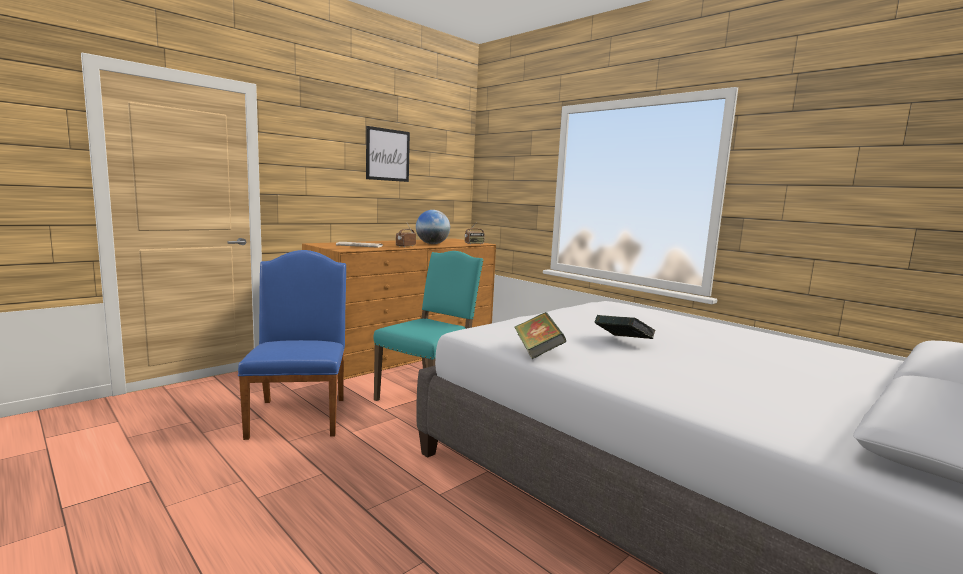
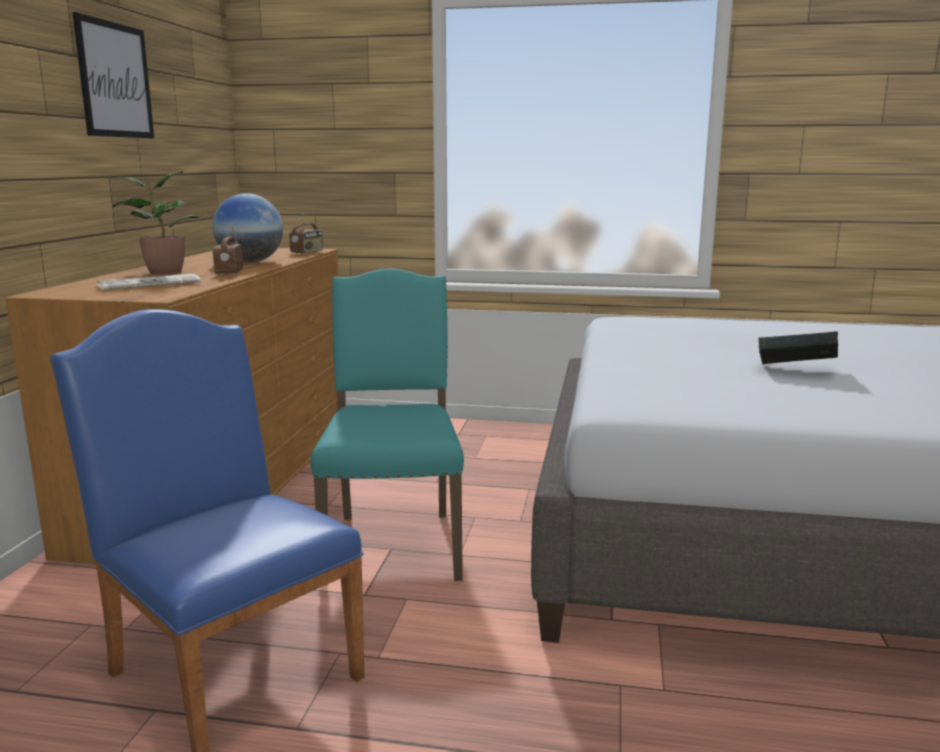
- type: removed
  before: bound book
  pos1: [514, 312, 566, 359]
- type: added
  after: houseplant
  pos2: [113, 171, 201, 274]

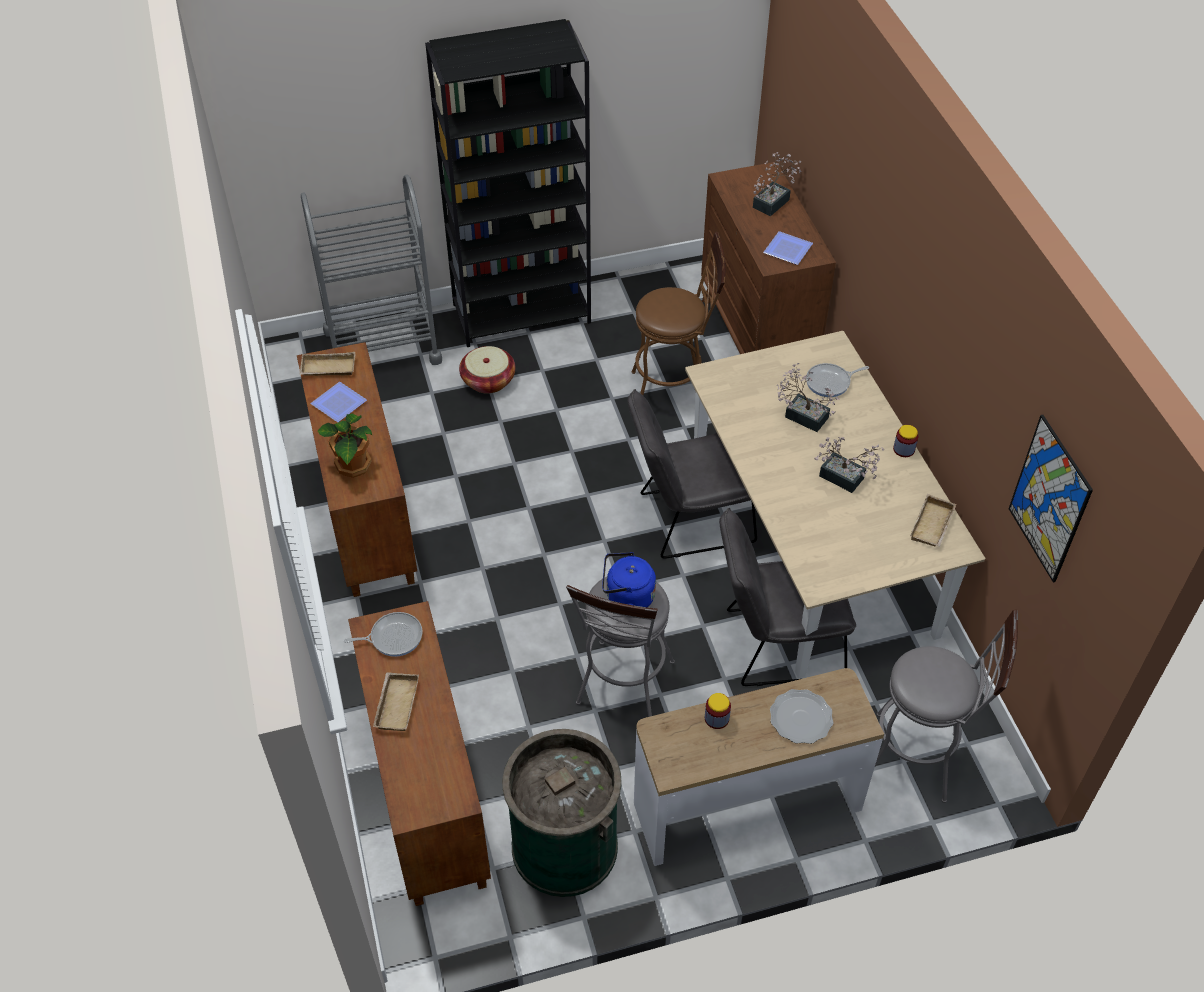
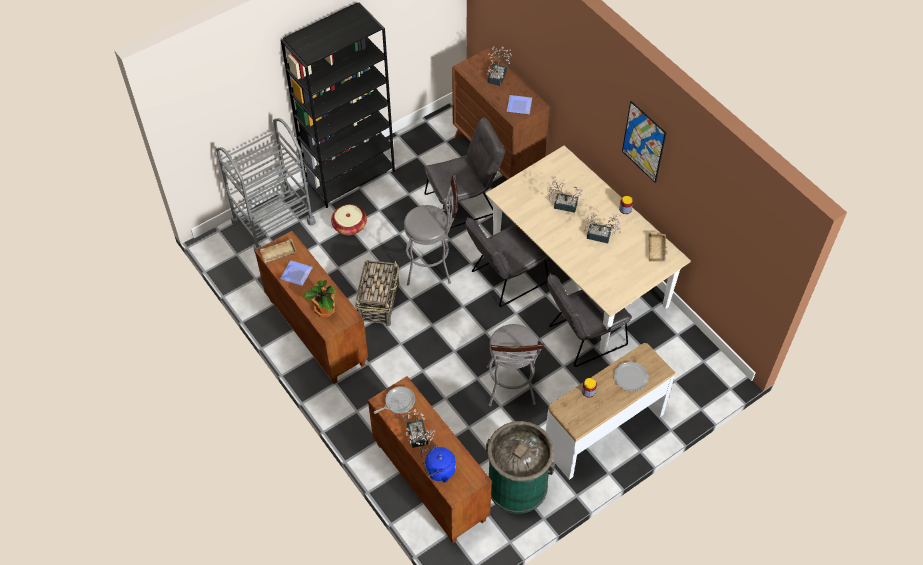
- type: removed
  before: pan
  pos1: [806, 363, 869, 397]
- type: added
  after: storage basket
  pos2: [355, 260, 399, 326]
- type: moved
  before: tea kettle in bluish
  pos1: [602, 552, 656, 607]
  pos2: [421, 446, 456, 483]
- type: moved
  before: sitting stool in greyish
  pos1: [875, 610, 1018, 803]
  pos2: [404, 175, 458, 285]
- type: moved
  before: picture
  pos1: [1009, 415, 1093, 582]
  pos2: [622, 101, 666, 183]
- type: replaced
  before: serving tray in beige-coloured
  after: houseplant
  pos1: [373, 672, 419, 731]
  pos2: [403, 409, 435, 449]
- type: replaced
  before: sitting stool in brown-coloured
  after: plain chair in greyish
  pos1: [632, 232, 725, 395]
  pos2: [424, 117, 505, 228]

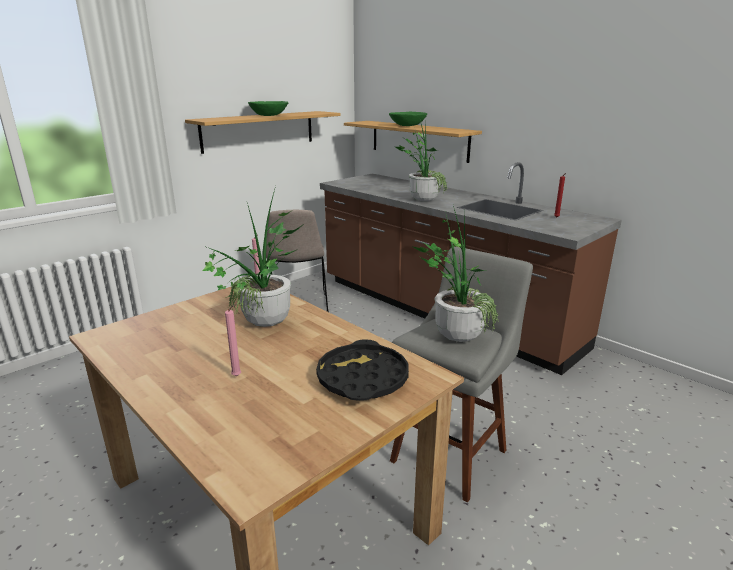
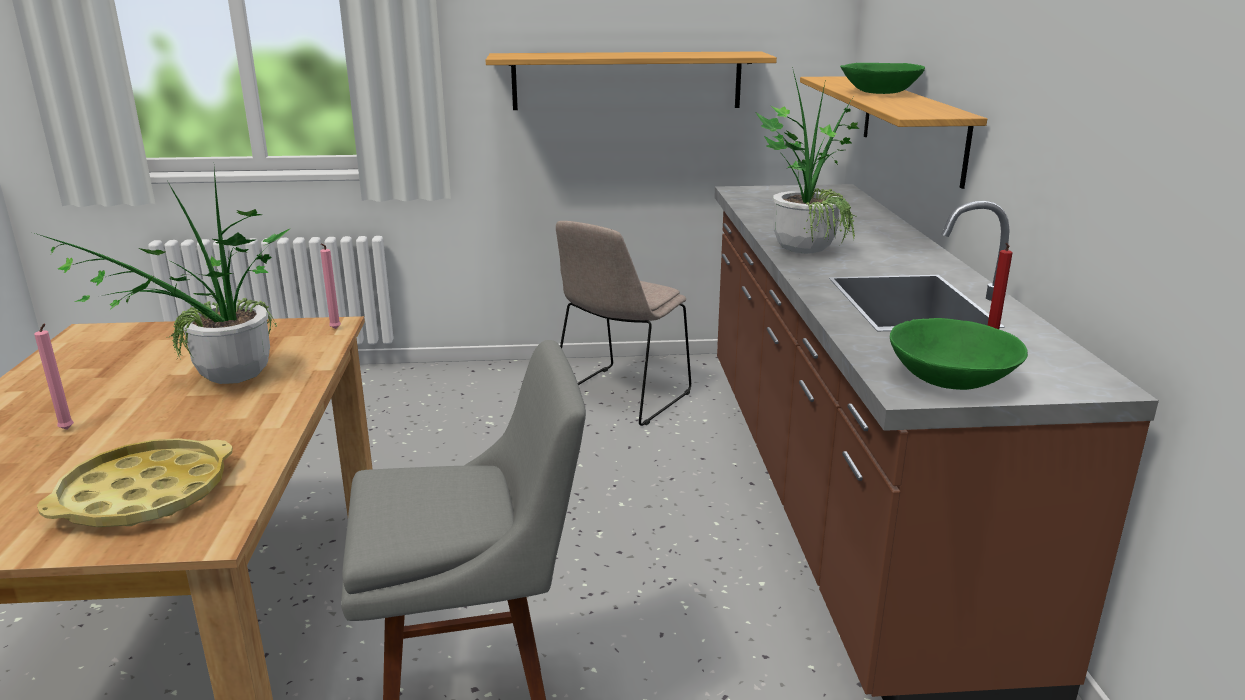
- type: removed
  before: houseplant
  pos1: [411, 206, 499, 342]
- type: moved
  before: deep dish in green
  pos1: [248, 101, 289, 116]
  pos2: [890, 318, 1028, 390]
- type: recoloured
  before: serving tray in black
  after: serving tray in yellow-coloured
  pos1: [316, 340, 409, 401]
  pos2: [37, 438, 233, 527]

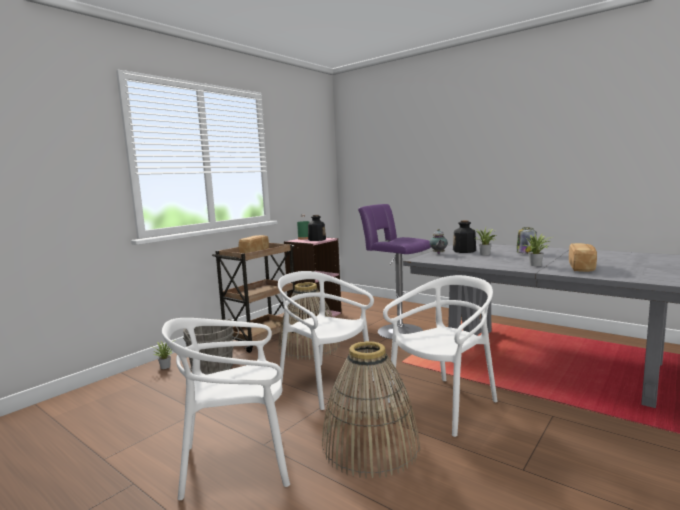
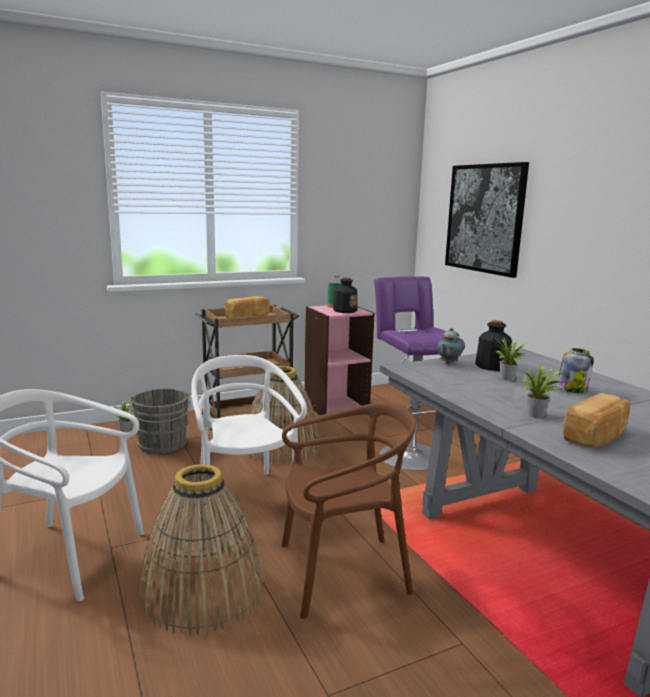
- type: added
  after: picture
  pos2: [445, 162, 529, 278]
- type: recoloured
  before: plain chair in whitish
  after: plain chair in brown-coloured
  pos1: [383, 275, 498, 437]
  pos2: [281, 403, 416, 619]

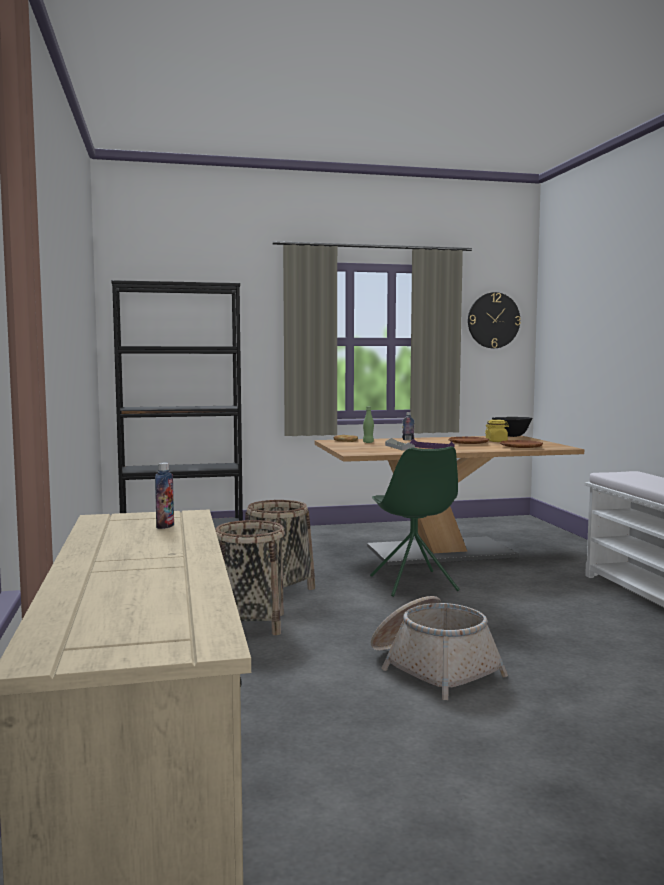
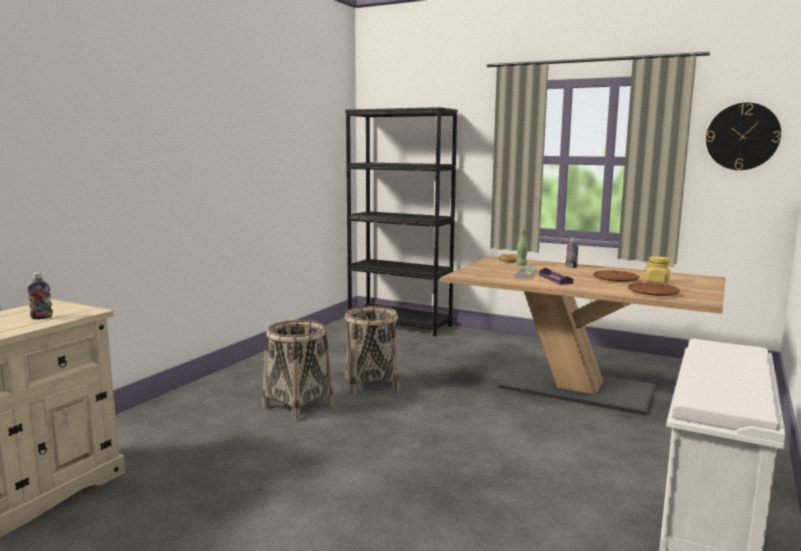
- type: removed
  before: plain chair in green
  pos1: [370, 446, 460, 597]
- type: removed
  before: storage basket
  pos1: [371, 596, 508, 700]
- type: removed
  before: deep dish in black
  pos1: [492, 417, 533, 437]

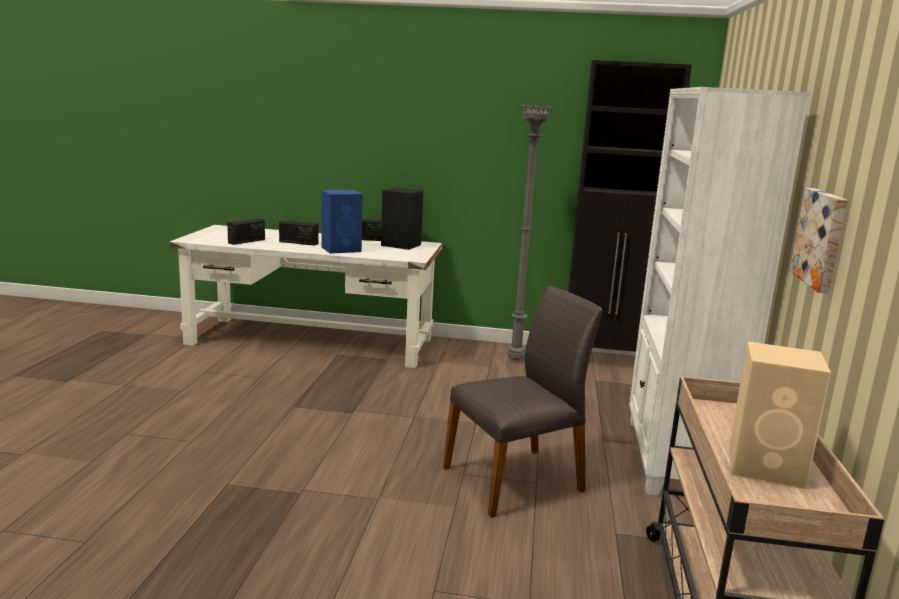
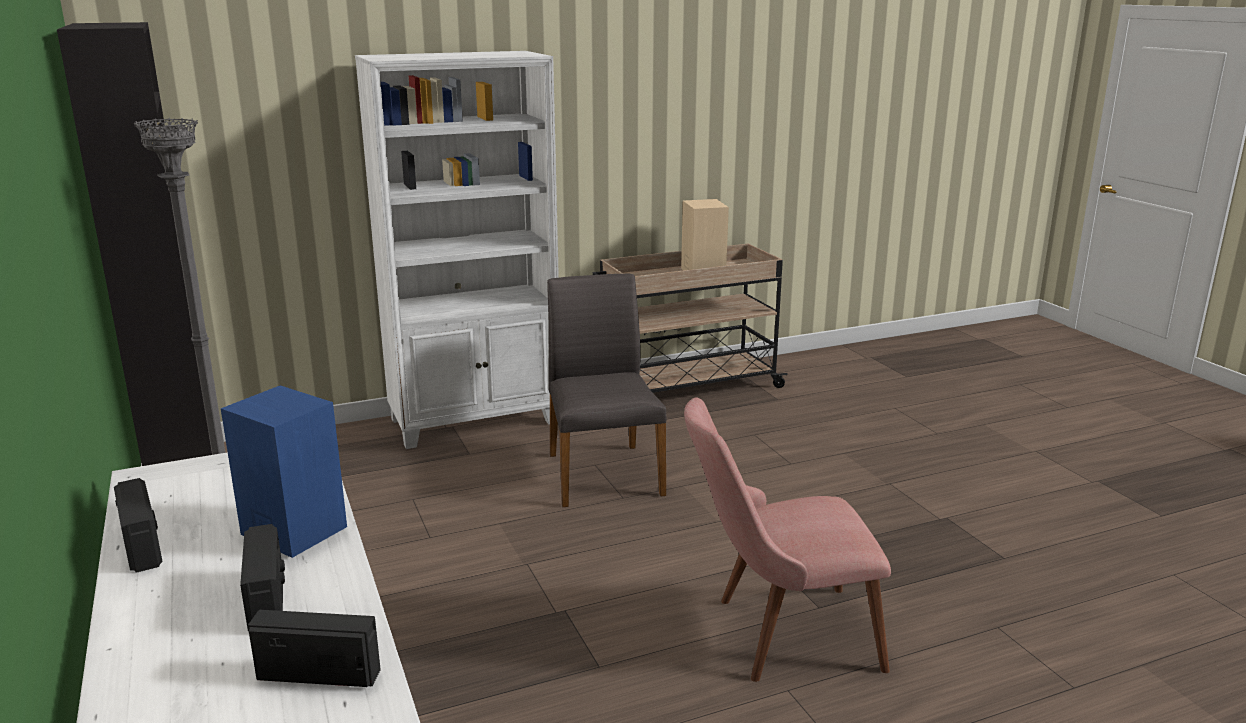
- type: removed
  before: audio speaker in black
  pos1: [381, 187, 423, 250]
- type: removed
  before: picture
  pos1: [789, 188, 848, 293]
- type: added
  after: plain chair in pinkish
  pos2: [684, 397, 891, 682]
- type: turned
  before: plain chair in greyish
  pos1: [443, 286, 602, 518]
  pos2: [547, 273, 666, 507]
  turn: 45

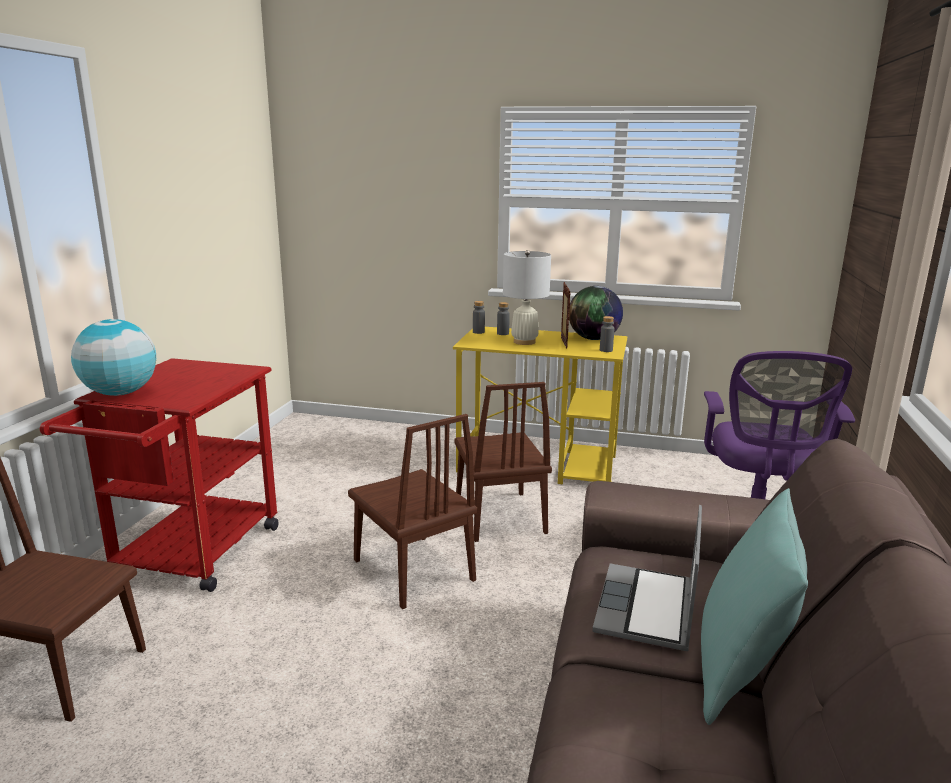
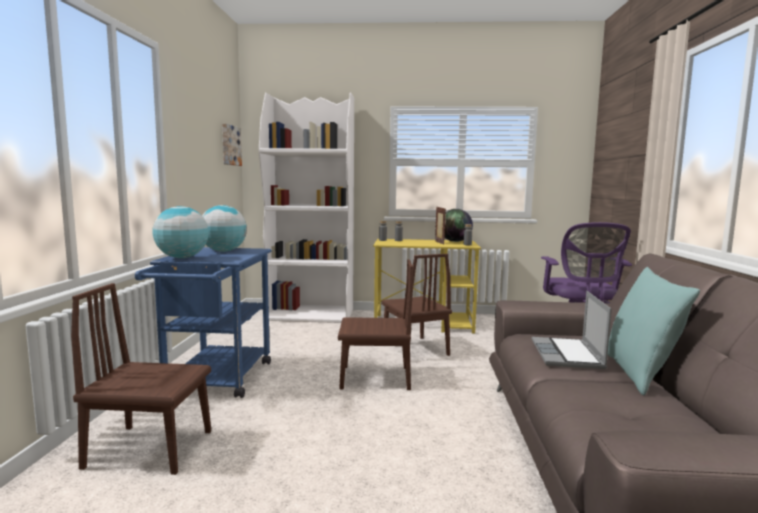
- type: removed
  before: table lamp in whitish
  pos1: [503, 250, 551, 345]
- type: added
  after: desk globe
  pos2: [202, 205, 247, 252]
- type: added
  after: picture
  pos2: [222, 123, 242, 166]
- type: added
  after: bookshelf in whitish
  pos2: [259, 92, 354, 323]
- type: recoloured
  before: trolley in red
  after: trolley in bluish
  pos1: [40, 358, 279, 592]
  pos2: [135, 247, 272, 398]
- type: turned
  before: plain chair in brown-coloured
  pos1: [348, 414, 477, 609]
  pos2: [338, 259, 413, 390]
  turn: -45

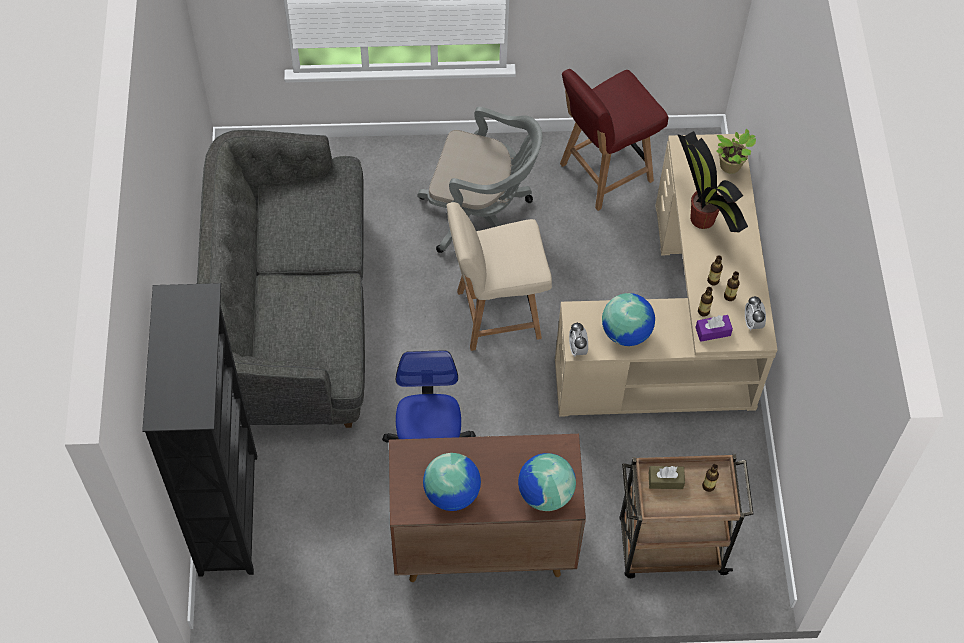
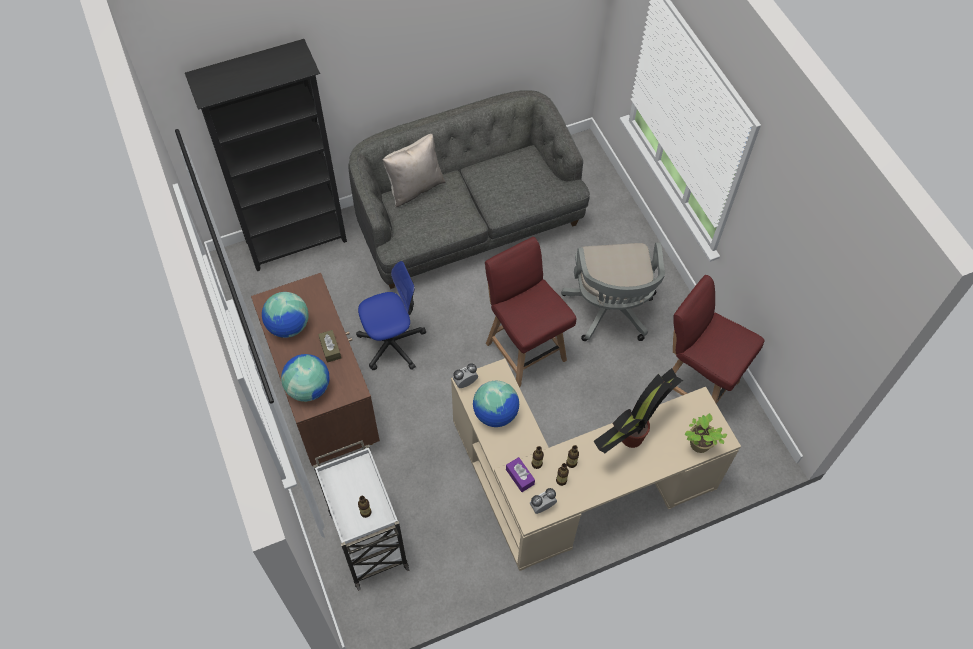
- type: added
  after: cushion in beige-coloured
  pos2: [382, 134, 446, 207]
- type: moved
  before: tissue holder in brown-coloured
  pos1: [649, 466, 685, 489]
  pos2: [318, 330, 341, 363]
- type: recoloured
  before: plain chair in beige-coloured
  after: plain chair in red
  pos1: [447, 202, 552, 351]
  pos2: [485, 237, 577, 387]
- type: recoloured
  before: trolley in brown-coloured
  after: trolley in whitish
  pos1: [619, 454, 754, 578]
  pos2: [313, 440, 409, 591]

